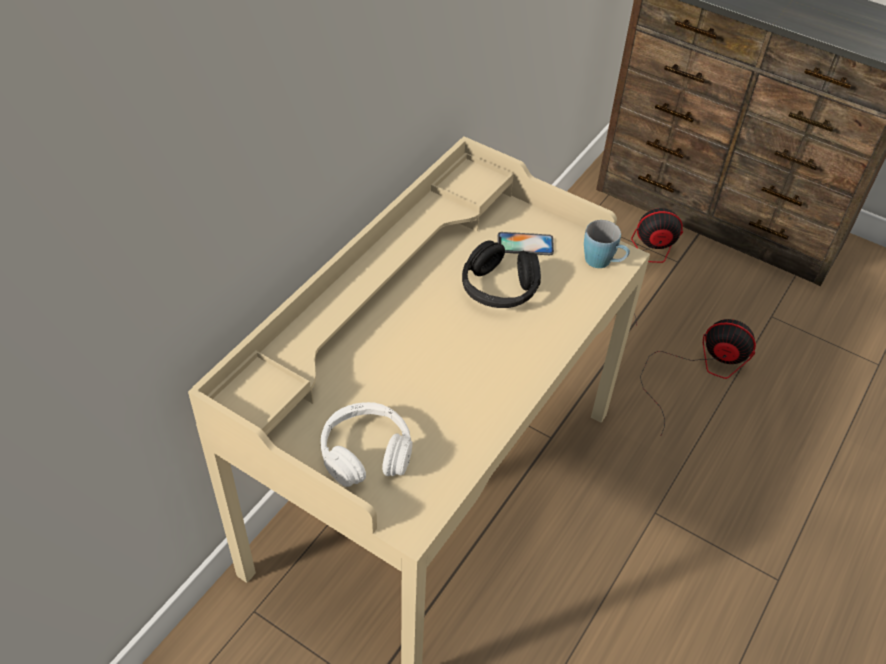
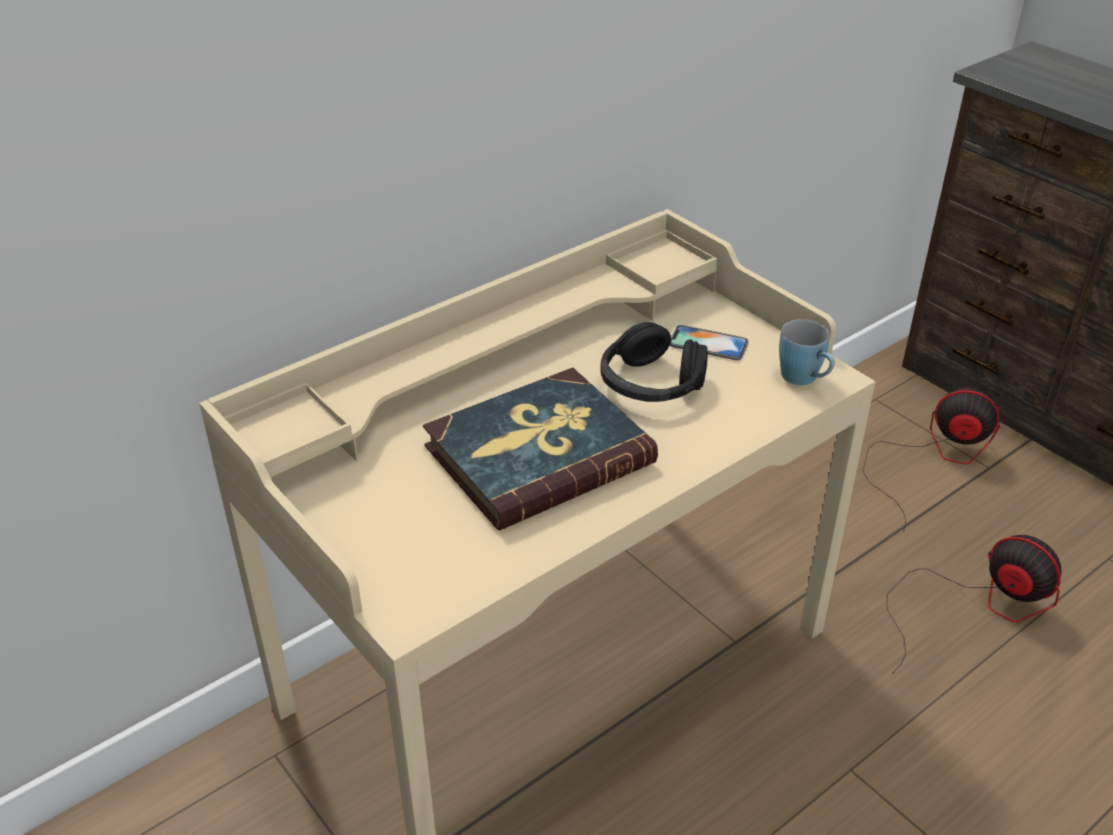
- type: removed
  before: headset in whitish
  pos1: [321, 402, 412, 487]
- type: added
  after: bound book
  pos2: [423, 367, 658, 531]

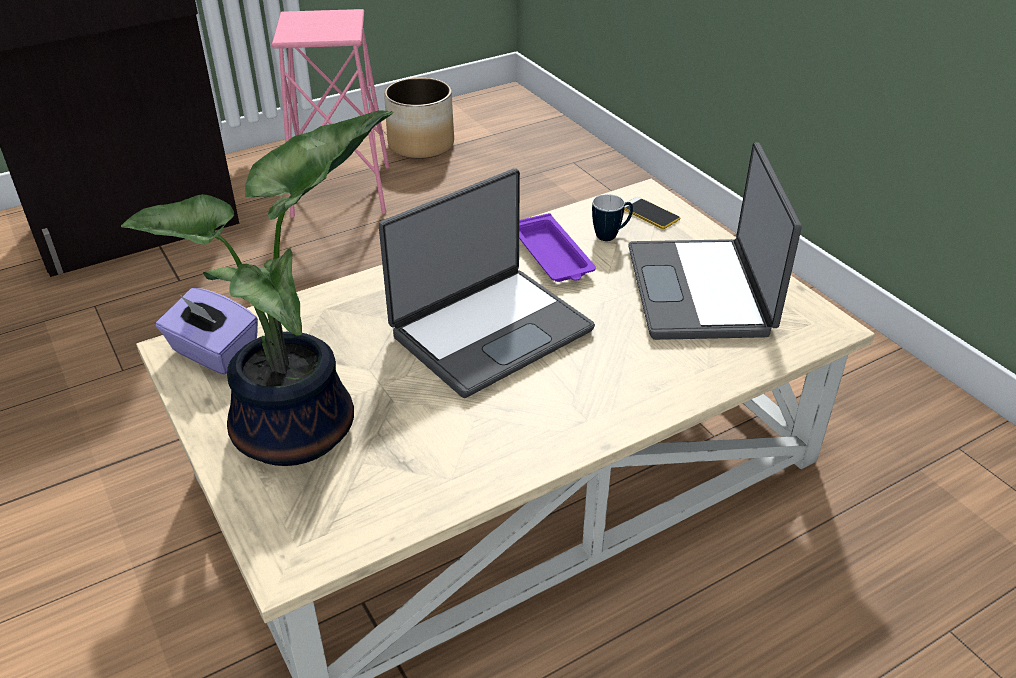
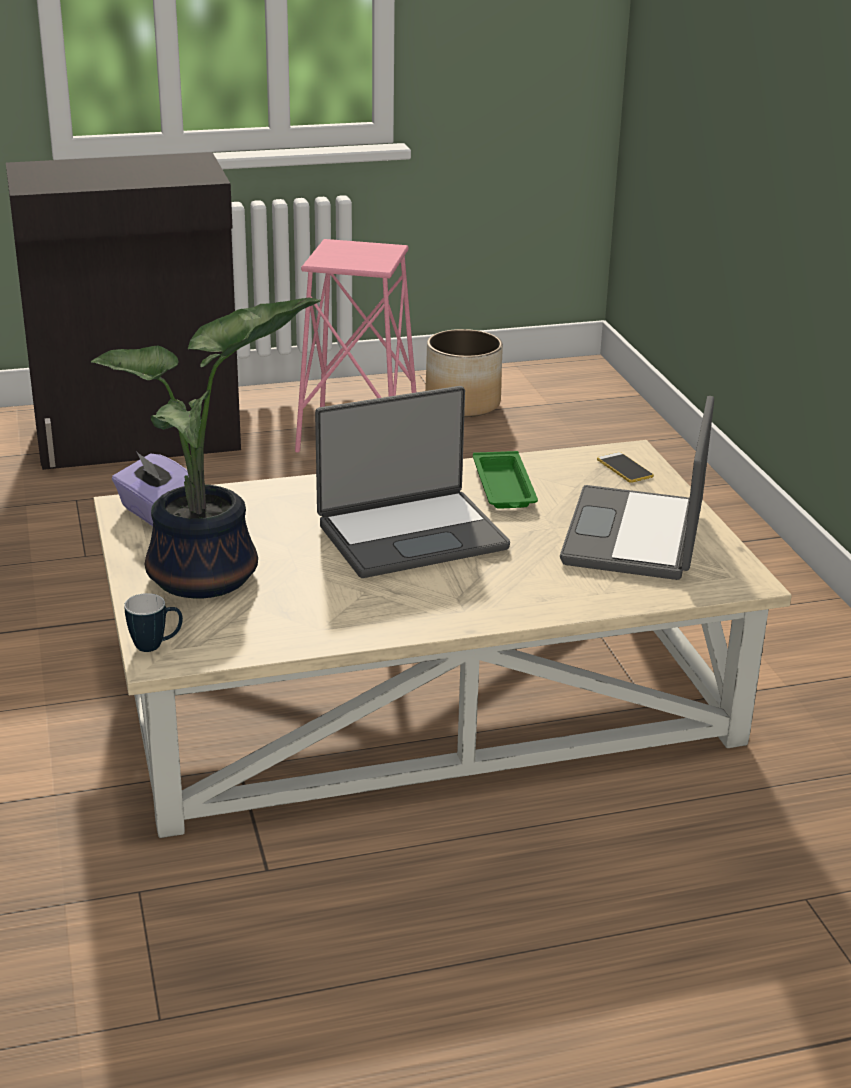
- type: moved
  before: tea mug
  pos1: [592, 194, 633, 241]
  pos2: [124, 593, 183, 652]
- type: recoloured
  before: serving tray in purple-coloured
  after: serving tray in green
  pos1: [519, 213, 596, 282]
  pos2: [473, 451, 538, 509]

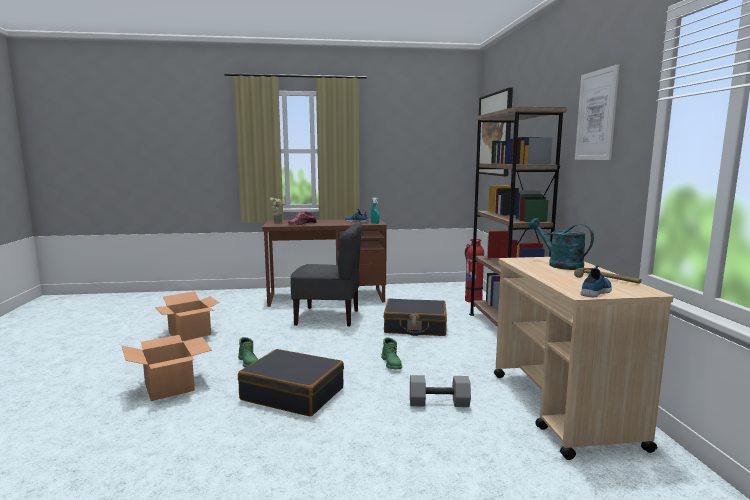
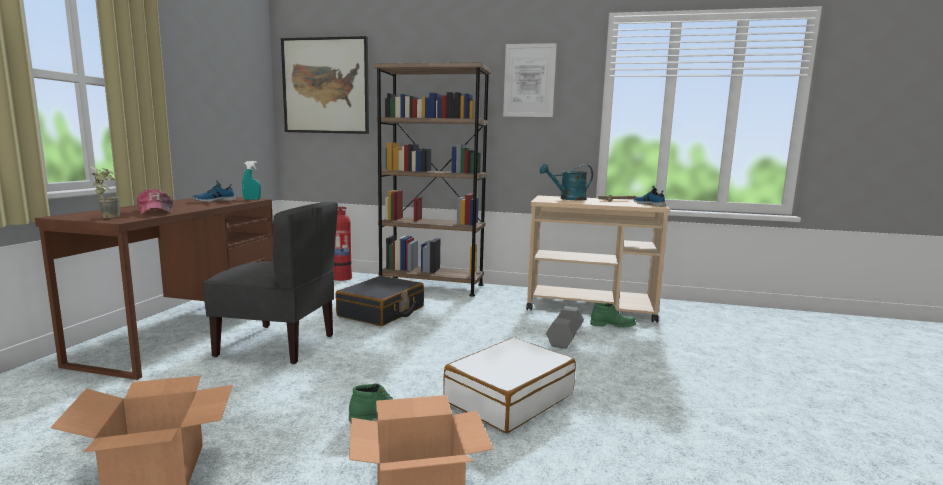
- type: moved
  before: high-top boot in green
  pos1: [381, 337, 402, 369]
  pos2: [590, 303, 636, 328]
- type: recoloured
  before: piece of luggage in black
  after: piece of luggage in whitish
  pos1: [238, 349, 344, 416]
  pos2: [443, 337, 576, 433]
- type: turned
  before: plain chair in greyish
  pos1: [290, 223, 362, 327]
  pos2: [203, 202, 338, 364]
  turn: 75

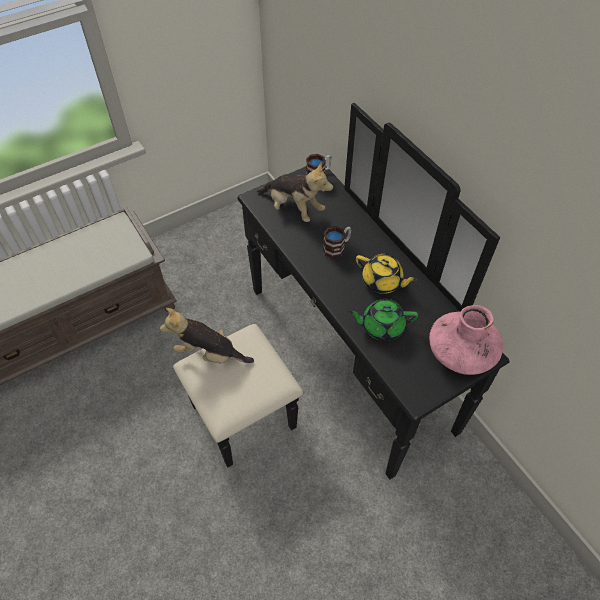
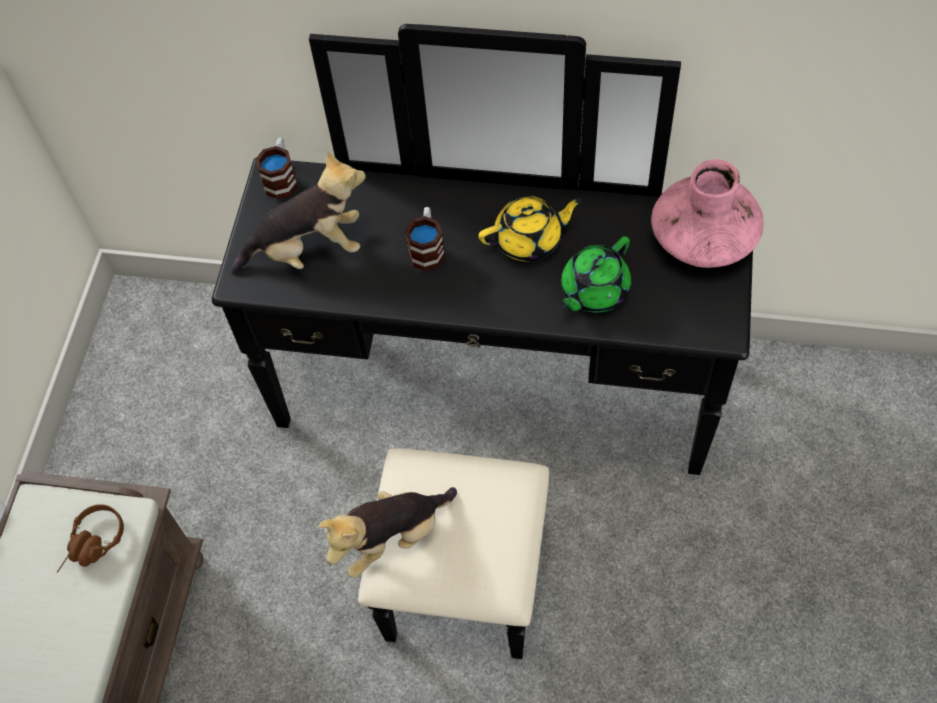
- type: added
  after: headset in brown-coloured
  pos2: [57, 504, 124, 573]

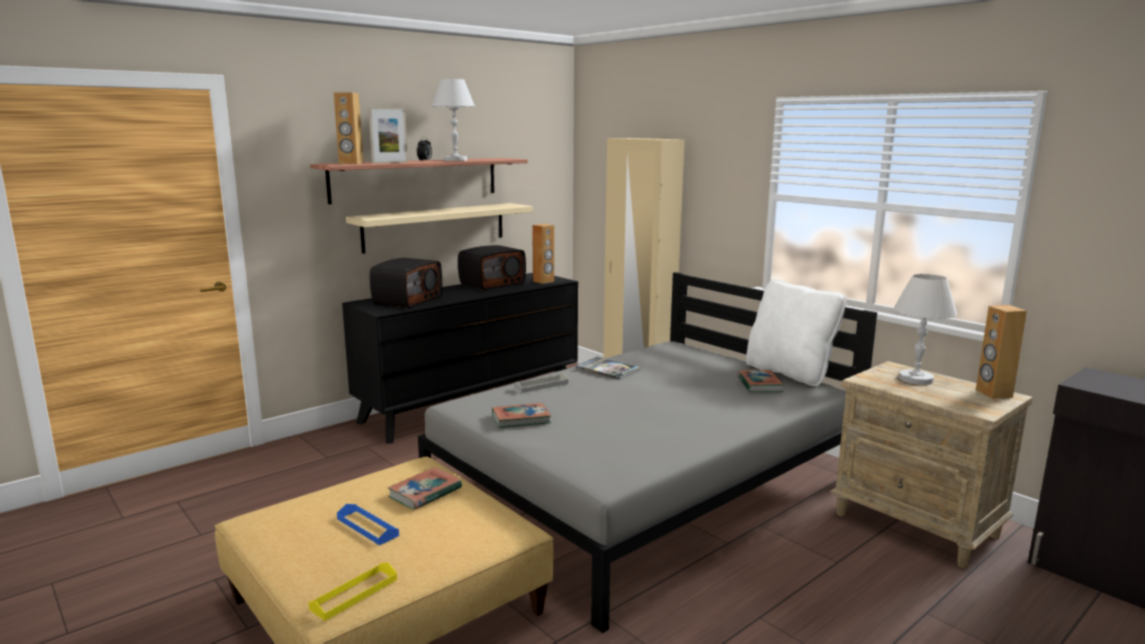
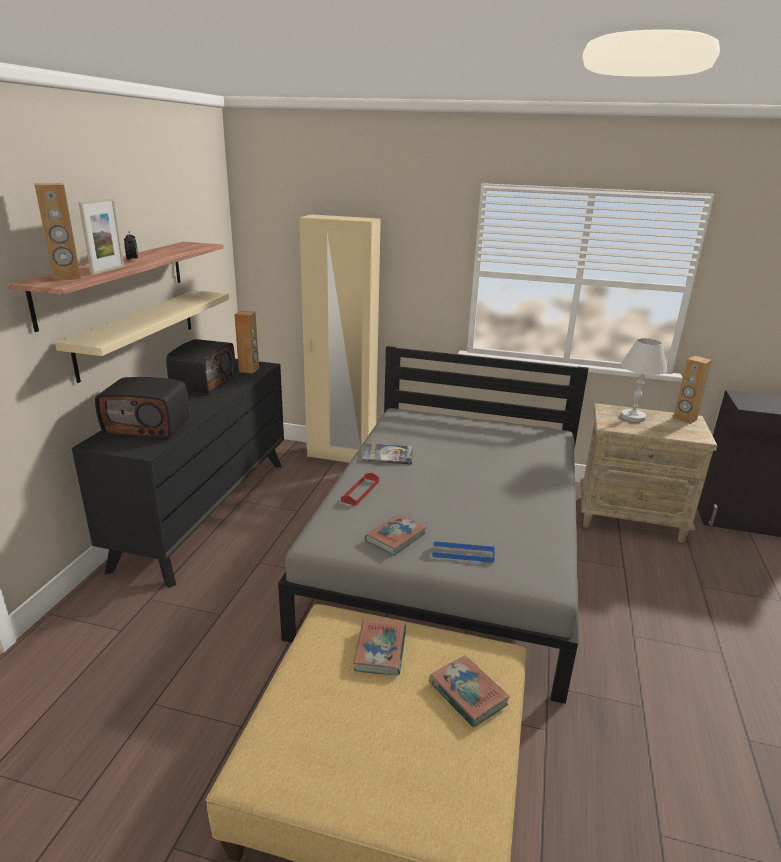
- type: removed
  before: serving tray in yellow-coloured
  pos1: [308, 562, 397, 621]
- type: removed
  before: table lamp in whitish
  pos1: [432, 79, 475, 161]
- type: removed
  before: cushion in whitish
  pos1: [746, 279, 847, 386]
- type: moved
  before: serving tray in bluish
  pos1: [337, 504, 399, 545]
  pos2: [432, 541, 495, 563]
- type: moved
  before: bound book
  pos1: [737, 369, 784, 392]
  pos2: [429, 655, 510, 727]
- type: recoloured
  before: serving tray in greyish
  after: serving tray in red
  pos1: [514, 373, 568, 393]
  pos2: [341, 473, 379, 506]
- type: turned
  before: radio receiver
  pos1: [370, 258, 442, 309]
  pos2: [95, 377, 189, 440]
  turn: 105

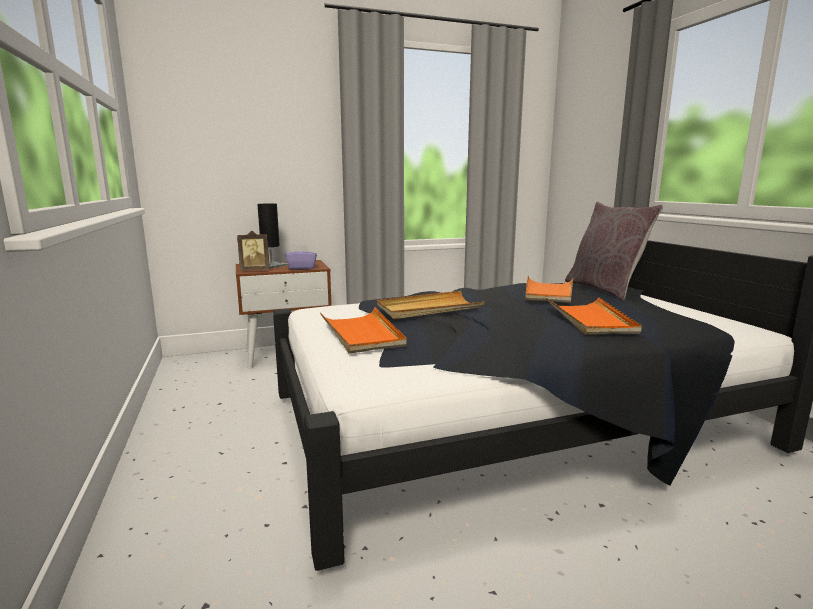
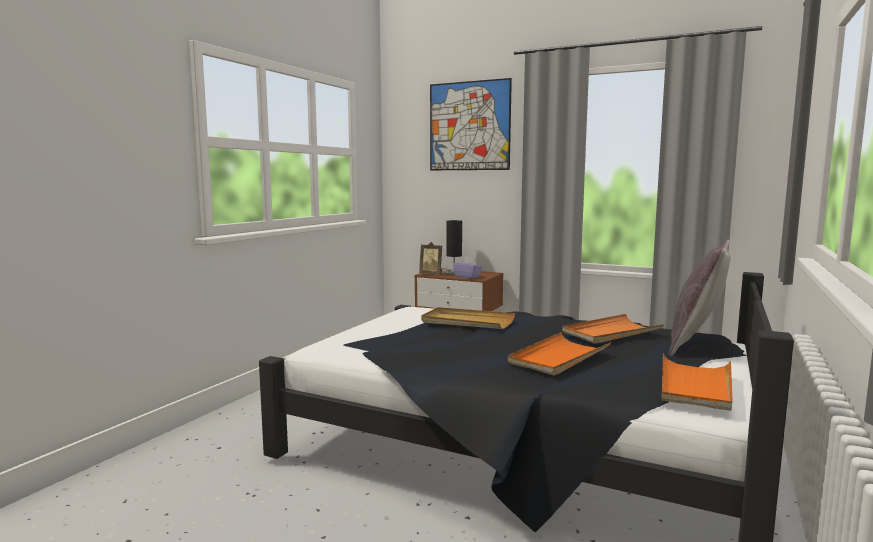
- type: added
  after: picture
  pos2: [430, 78, 512, 170]
- type: moved
  before: serving tray in orange
  pos1: [320, 308, 407, 353]
  pos2: [662, 353, 732, 411]

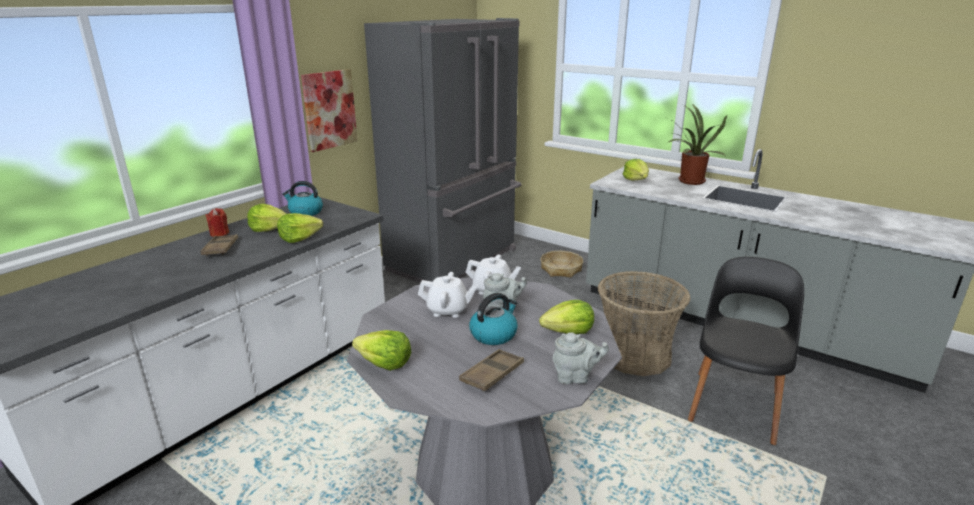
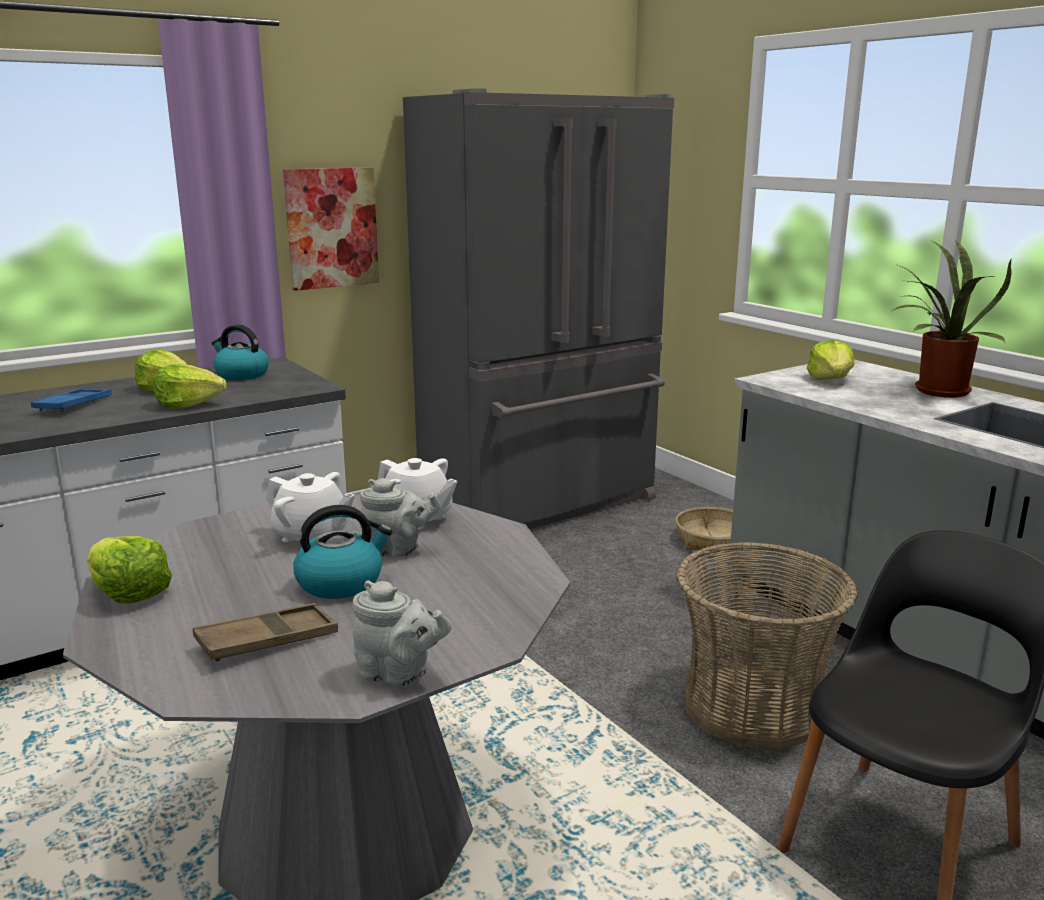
- type: removed
  before: candle in red
  pos1: [206, 208, 229, 237]
- type: removed
  before: lettuce head
  pos1: [539, 300, 594, 334]
- type: recoloured
  before: serving tray in brown-coloured
  after: serving tray in bluish
  pos1: [200, 234, 238, 256]
  pos2: [31, 388, 112, 412]

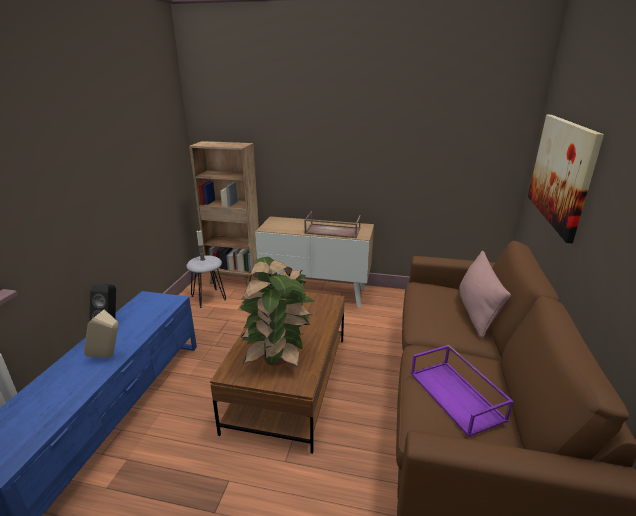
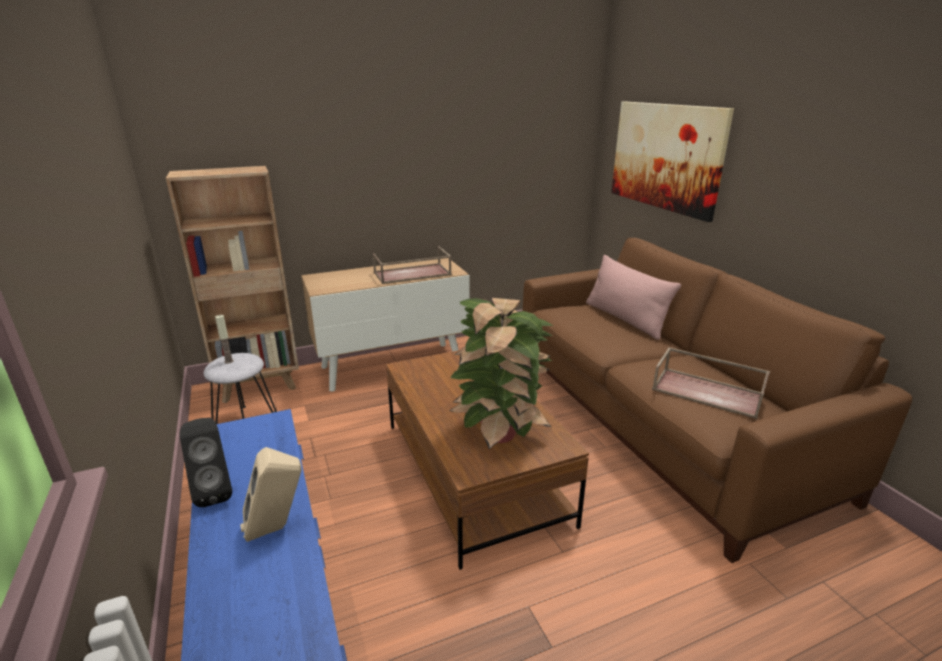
- type: recoloured
  before: serving tray in purple-coloured
  after: serving tray in brown-coloured
  pos1: [411, 345, 514, 437]
  pos2: [652, 347, 770, 419]

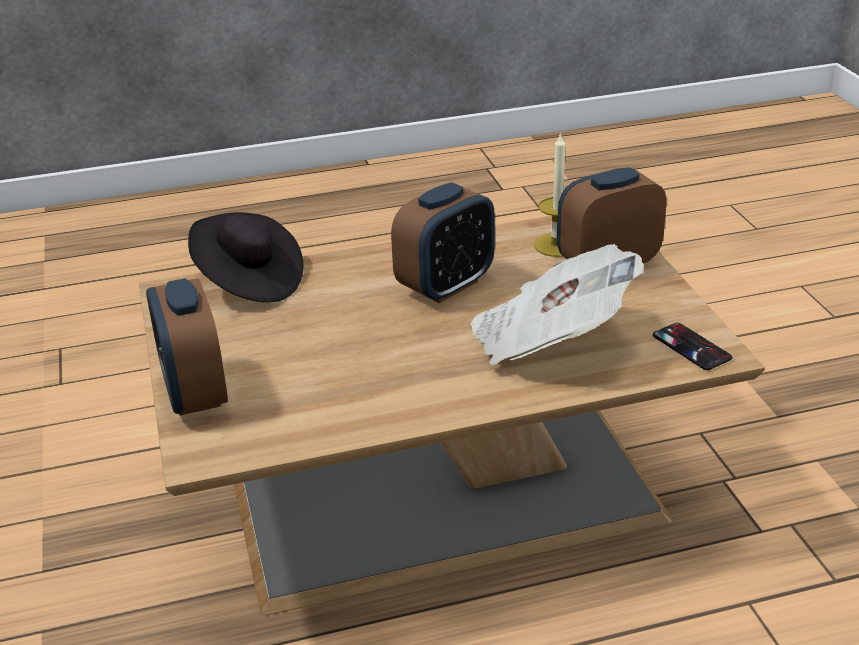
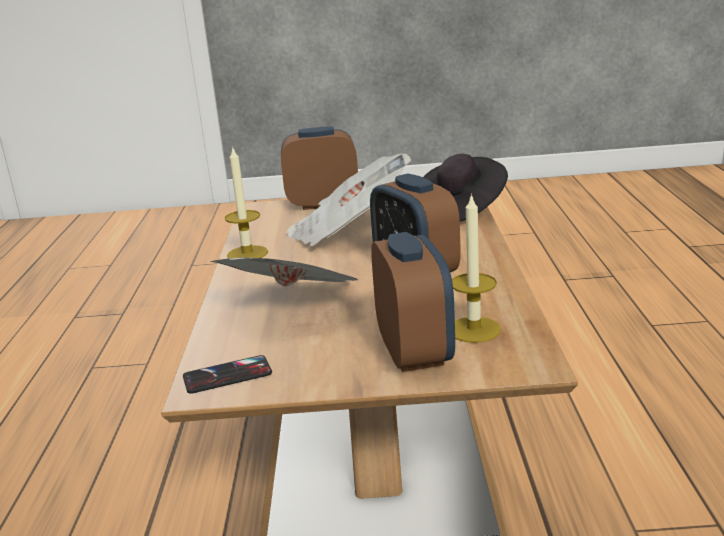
- type: added
  after: candle
  pos2: [225, 146, 268, 258]
- type: added
  after: printed paper
  pos2: [286, 154, 411, 247]

